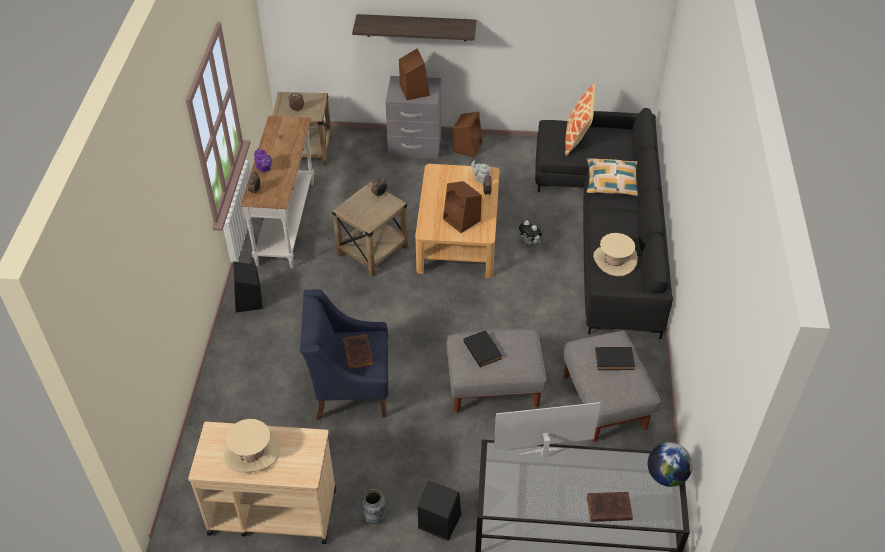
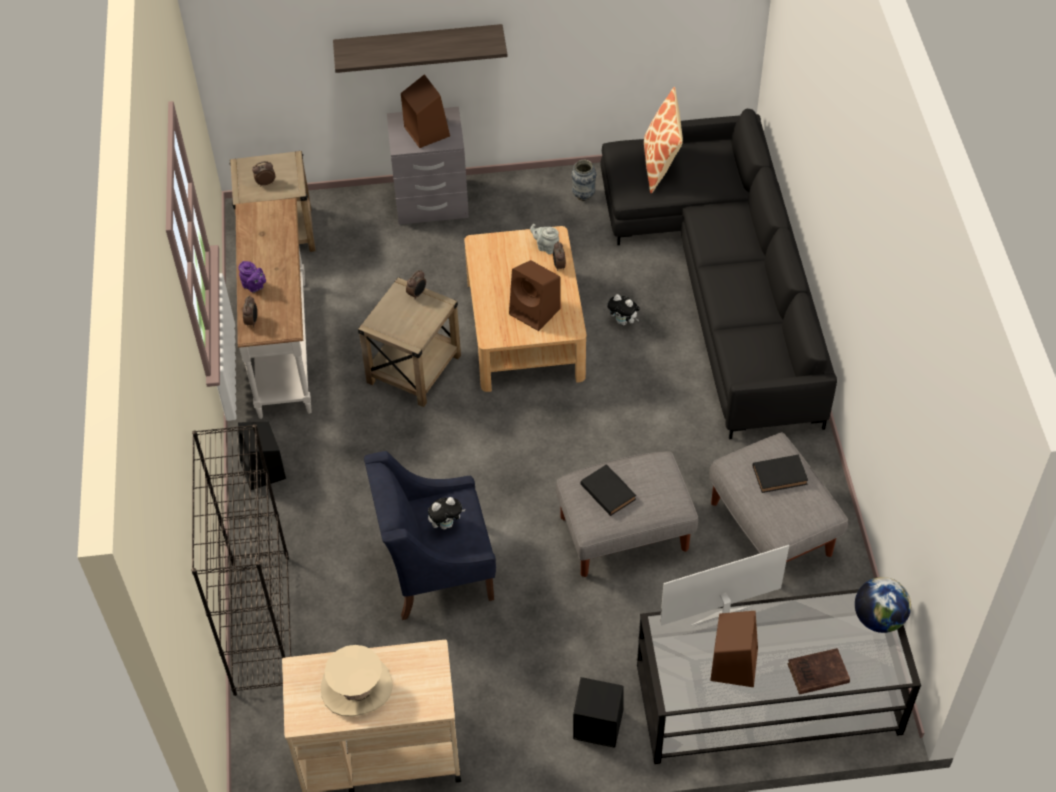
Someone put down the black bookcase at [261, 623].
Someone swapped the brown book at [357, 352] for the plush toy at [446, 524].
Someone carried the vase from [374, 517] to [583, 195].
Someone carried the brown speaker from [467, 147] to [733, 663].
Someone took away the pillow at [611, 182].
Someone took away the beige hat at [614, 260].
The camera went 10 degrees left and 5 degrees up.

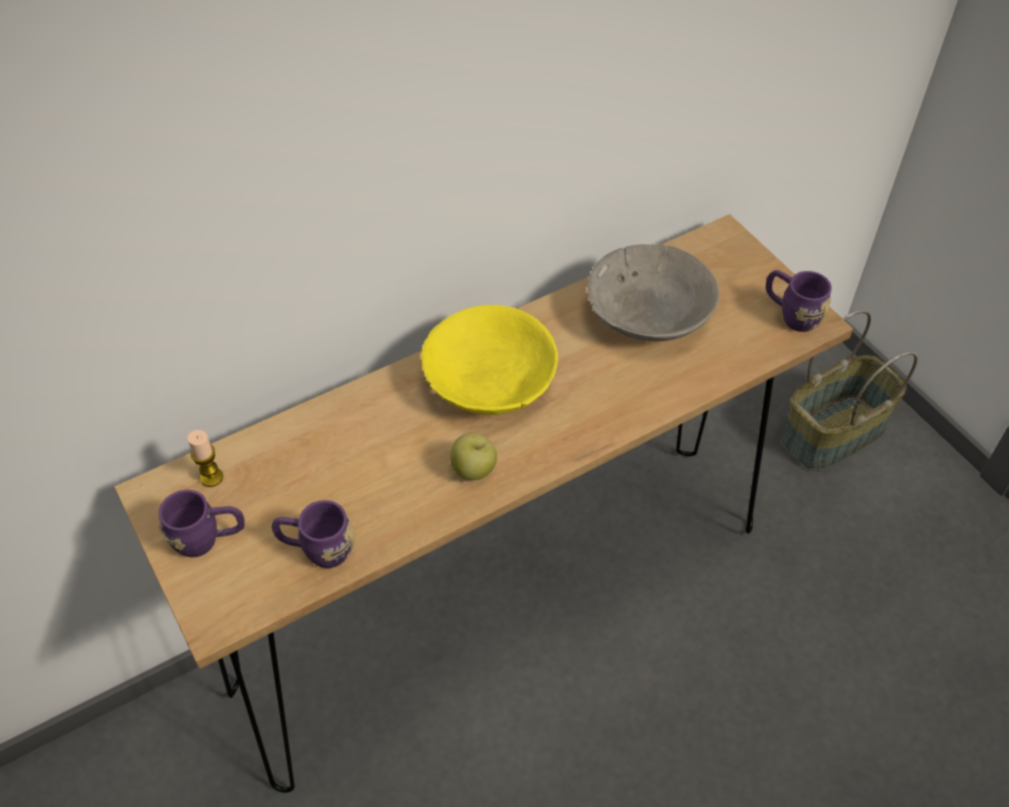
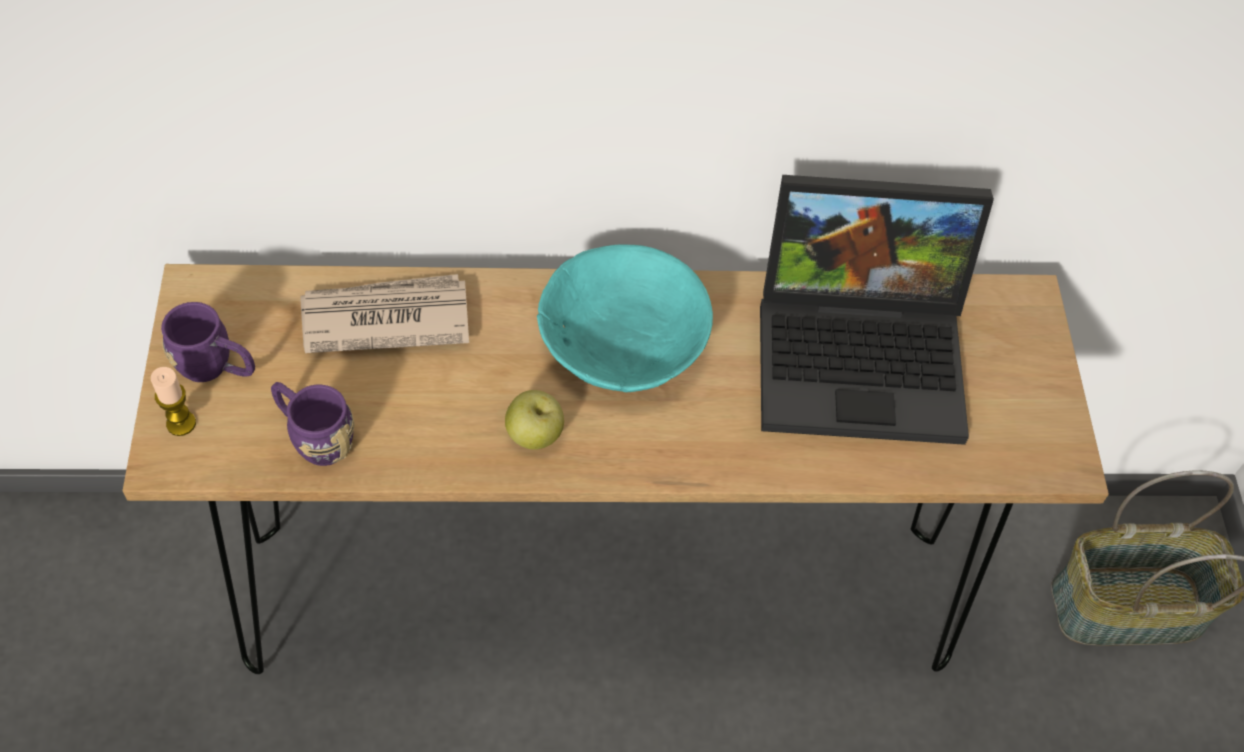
Someone carried the candle from [211, 477] to [181, 423].
Someone put down the newspaper at [384, 318].
Someone repainted the yellow bowl at [489, 380], which became the turquoise bowl at [623, 341].
Someone swapped the grey bowl at [650, 314] for the laptop at [864, 353].
Someone took away the purple mug at [791, 314].
The camera went 25 degrees right and 5 degrees up.

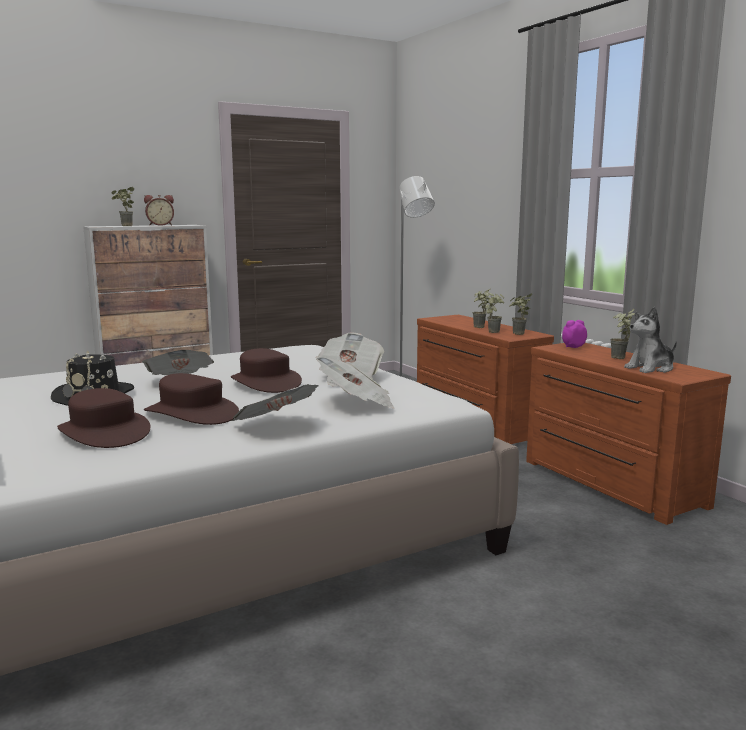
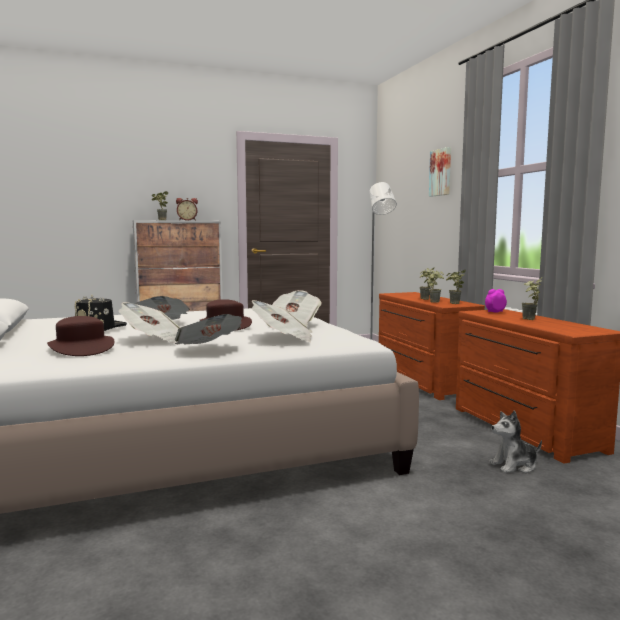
Someone swapped the brown hat at [192, 413] for the newspaper at [154, 340].
Someone put up the picture at [441, 172].
Someone carried the plush toy from [650, 368] to [514, 465].
The camera went 10 degrees right and 5 degrees down.

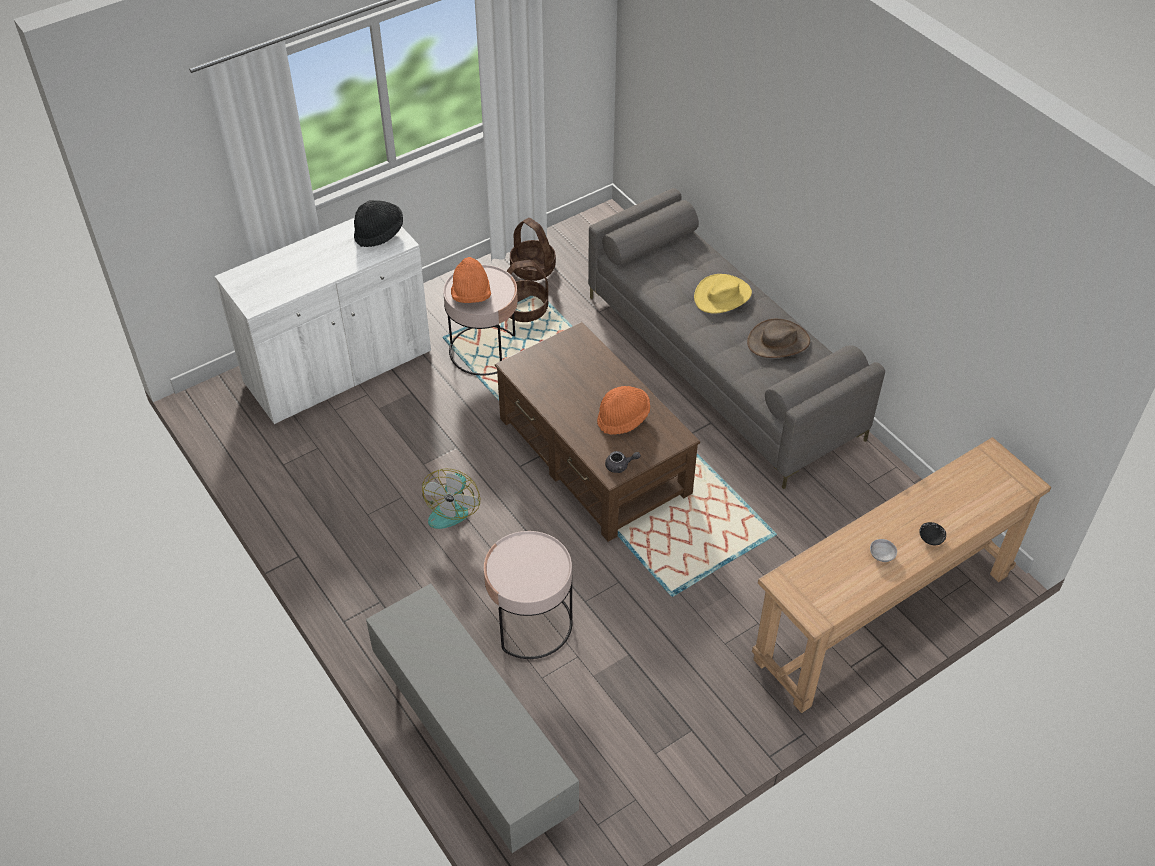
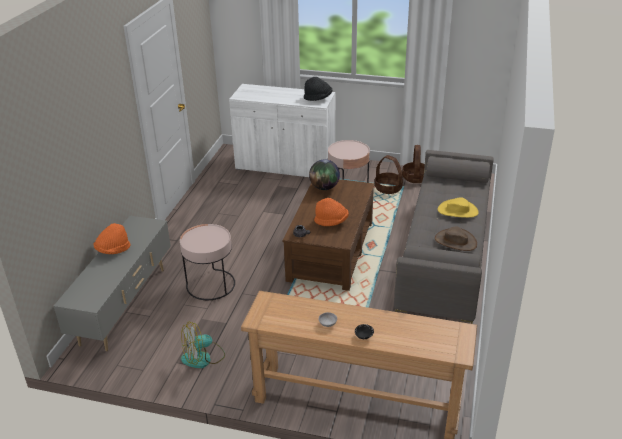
Someone carried the orange hat from [471, 296] to [113, 250].
Someone carried the fan from [452, 507] to [203, 358].
Someone put down the globe at [324, 188].
The camera went 50 degrees right and 15 degrees down.

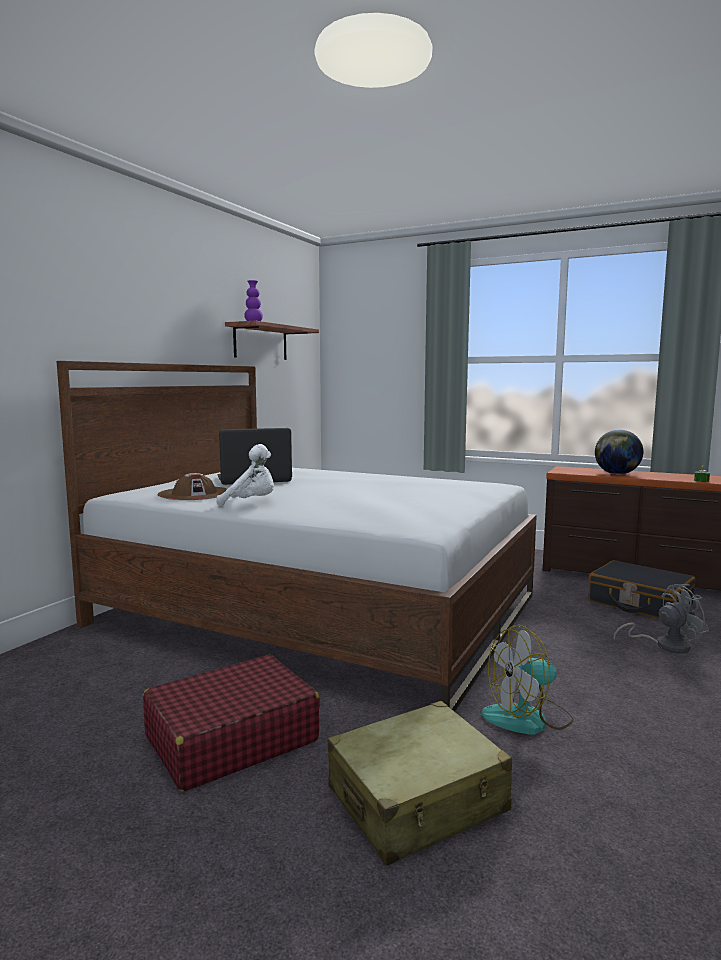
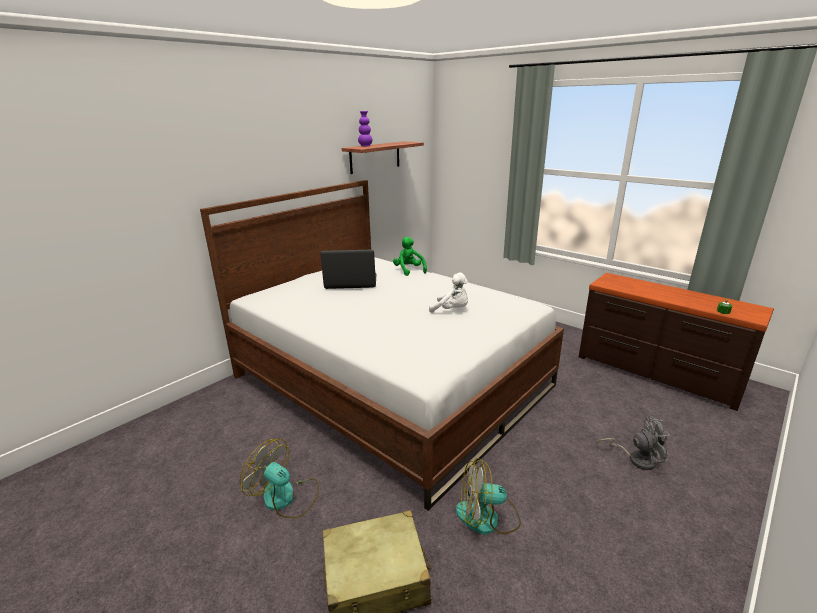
Someone swapped the red suitcase at [231, 739] for the fan at [286, 498].
Someone put down the green plush toy at [409, 270].
Someone carried the white plush toy from [251, 503] to [452, 310].
Someone took away the brown hat at [194, 494].
Someone took away the black suitcase at [639, 603].
Someone took away the globe at [616, 474].
The camera went 15 degrees right and 15 degrees up.

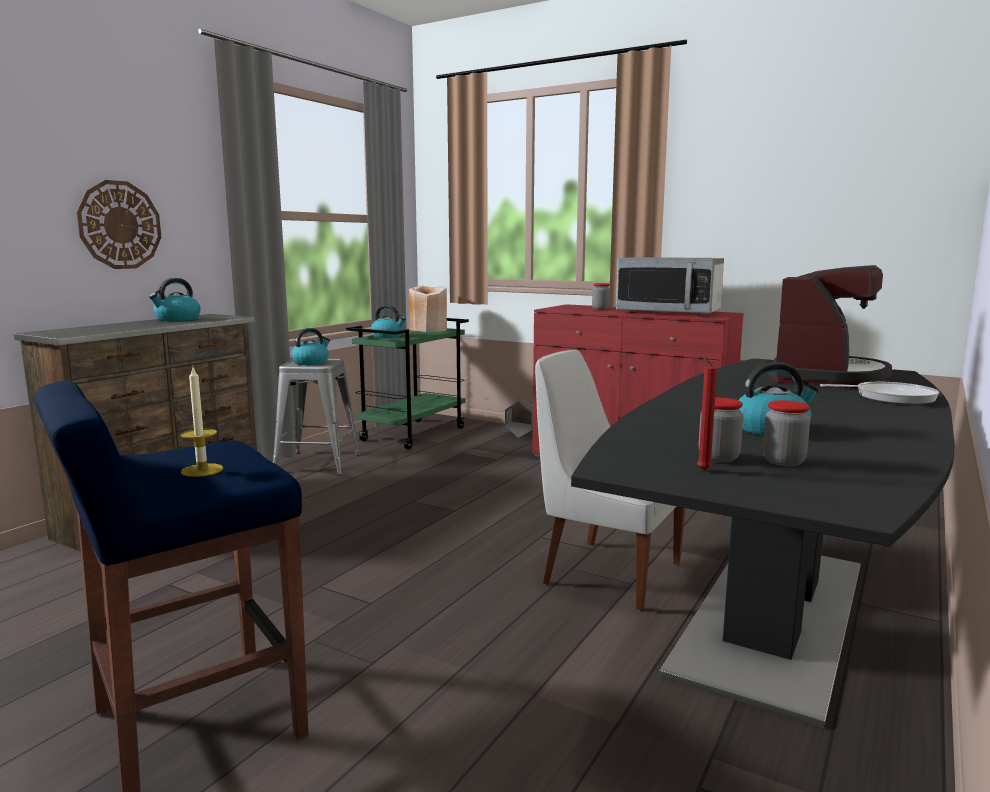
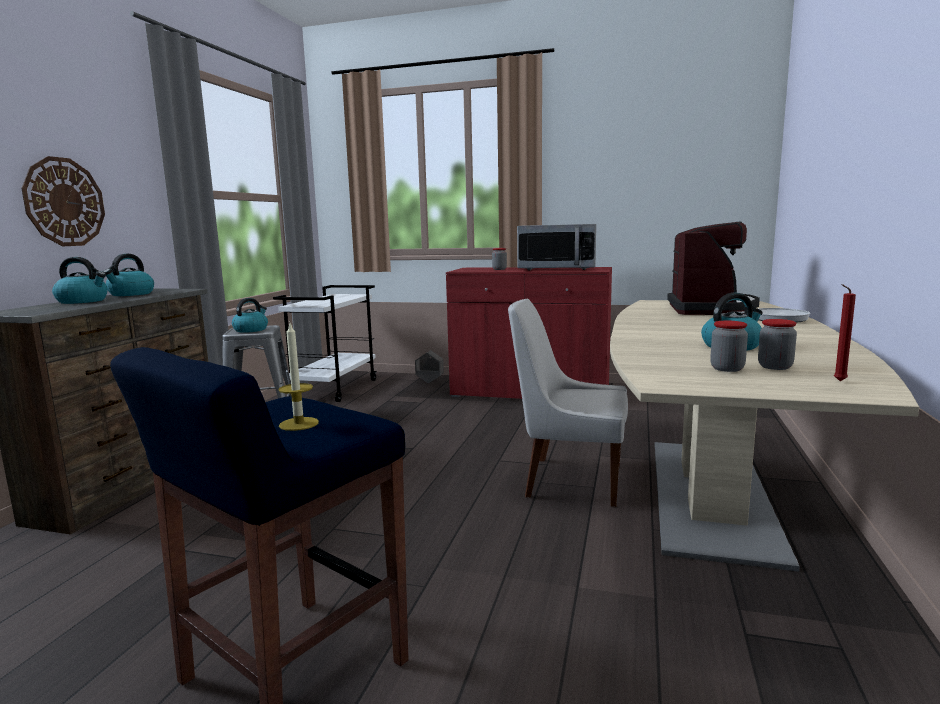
Someone carried the kettle from [388, 336] to [83, 301].
Someone repainted the green cart at [413, 434], which became the white cart at [334, 389].
Someone repainted the black dining table at [774, 614], which became the beige dining table at [710, 494].
Someone carried the red candle from [701, 470] to [838, 381].
Someone took away the beige vase at [428, 330].
The camera went 15 degrees left and 0 degrees up.

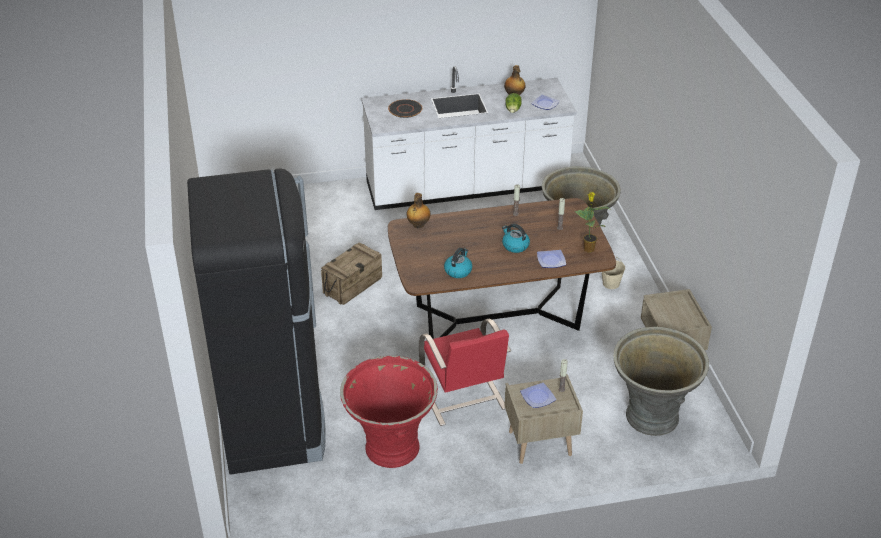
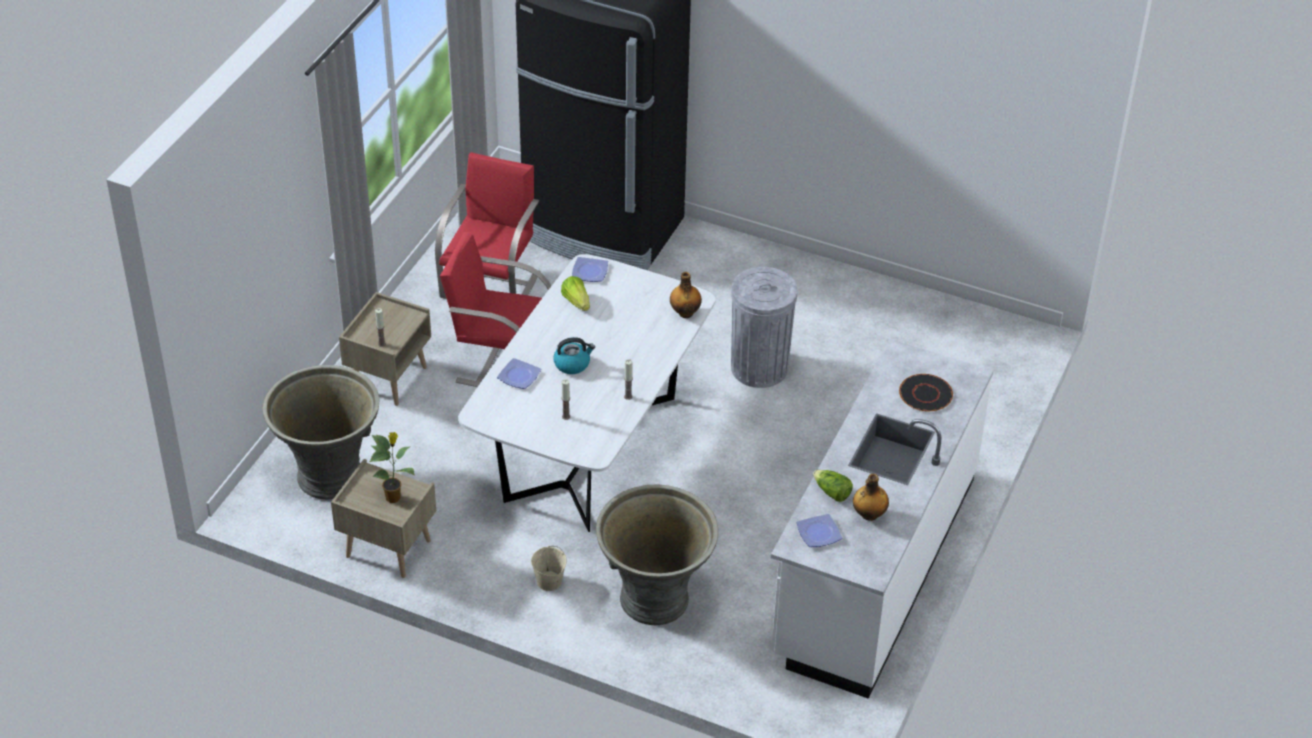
Someone carried the potted plant from [588, 248] to [394, 497].
Someone swapped the red planter at [391, 448] for the red chair at [491, 284].
Someone repainted the brown dining table at [496, 318], which became the white dining table at [591, 449].
Someone swapped the kettle at [458, 271] for the lettuce at [576, 302].
Someone carried the plate from [537, 397] to [590, 271].
Someone swapped the crate at [352, 285] for the grey trash can at [759, 368].
The camera went 125 degrees right and 5 degrees up.

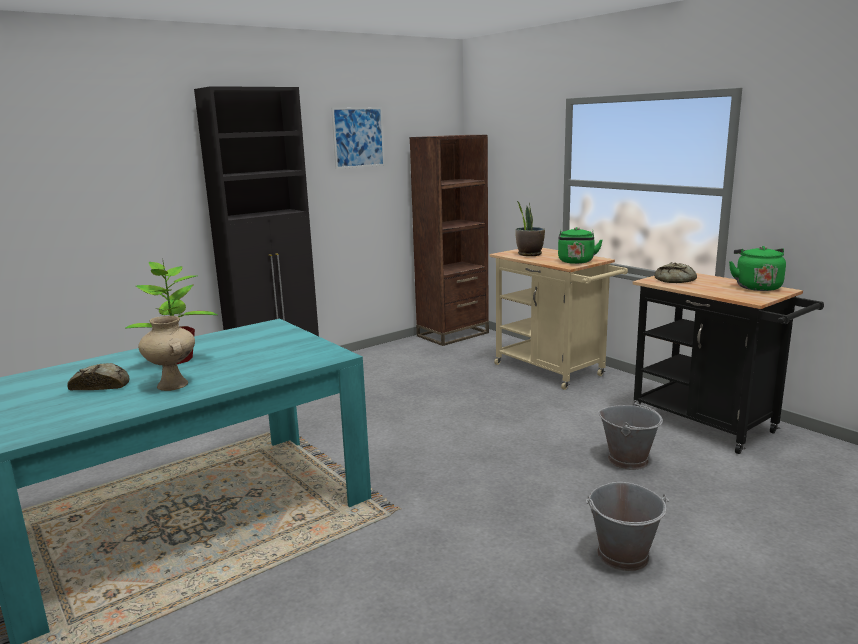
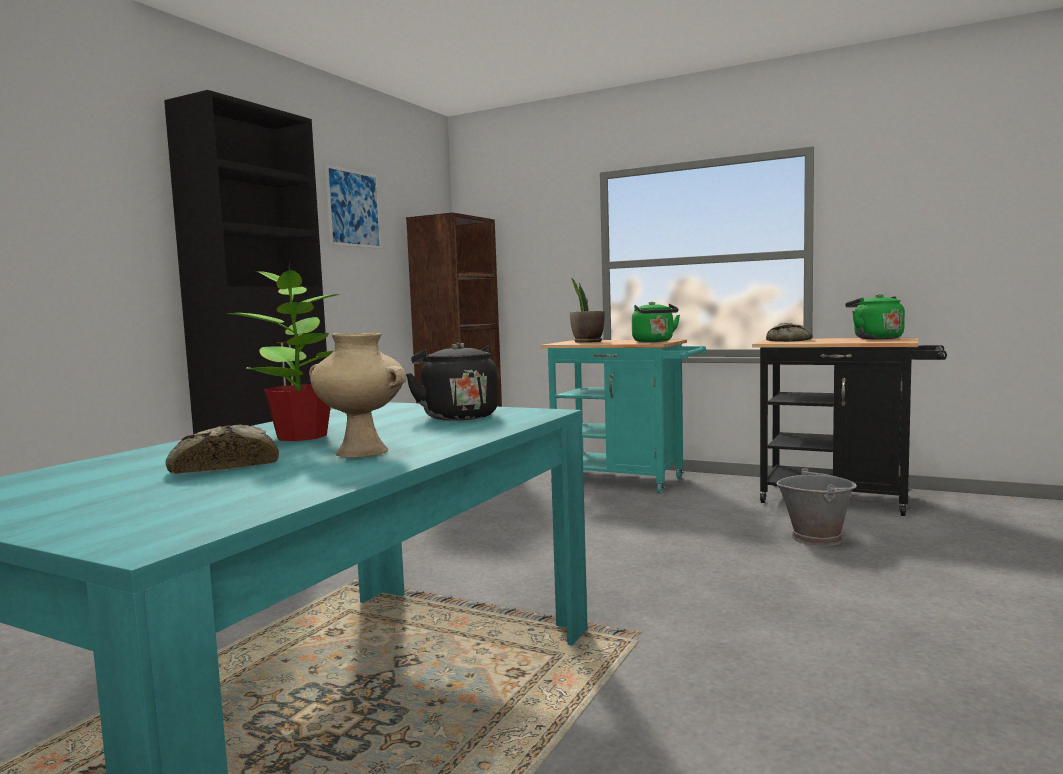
Someone put down the black kettle at [457, 416].
Someone repainted the beige cart at [554, 371], which became the turquoise cart at [626, 481].
Someone took away the grey bucket at [624, 555].
The camera went 25 degrees left and 10 degrees down.

